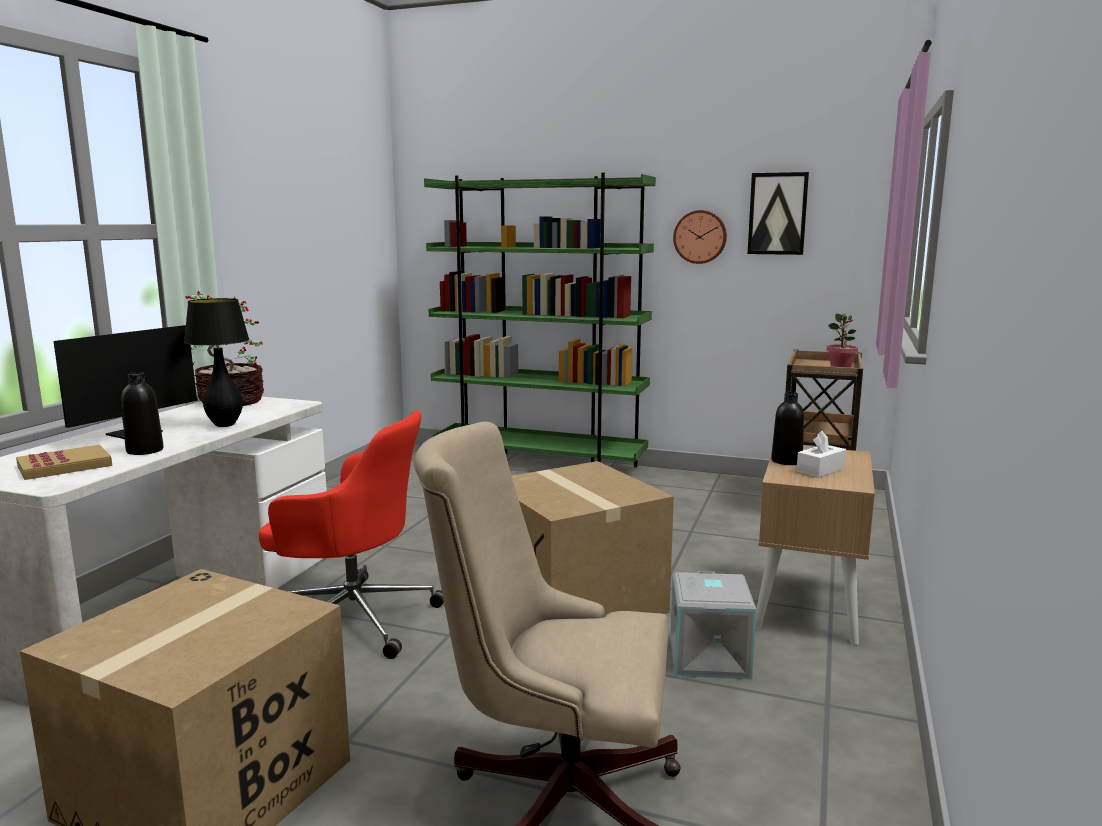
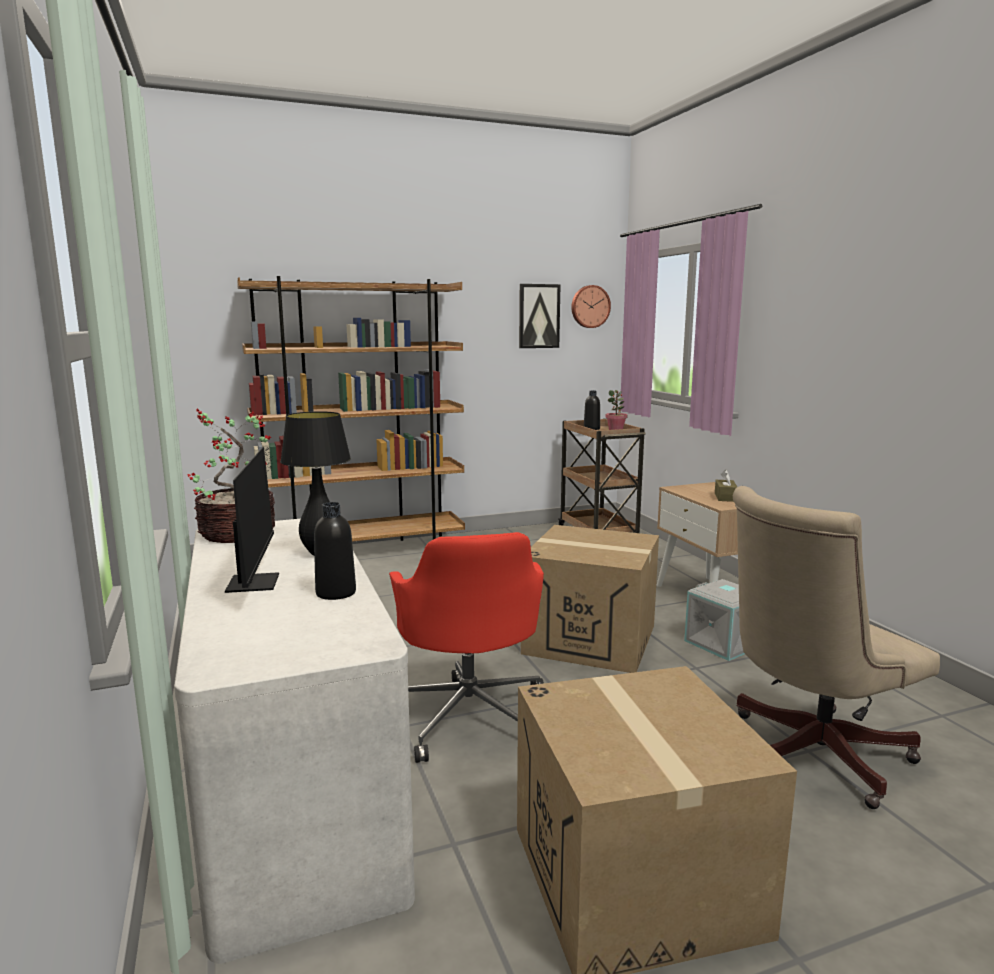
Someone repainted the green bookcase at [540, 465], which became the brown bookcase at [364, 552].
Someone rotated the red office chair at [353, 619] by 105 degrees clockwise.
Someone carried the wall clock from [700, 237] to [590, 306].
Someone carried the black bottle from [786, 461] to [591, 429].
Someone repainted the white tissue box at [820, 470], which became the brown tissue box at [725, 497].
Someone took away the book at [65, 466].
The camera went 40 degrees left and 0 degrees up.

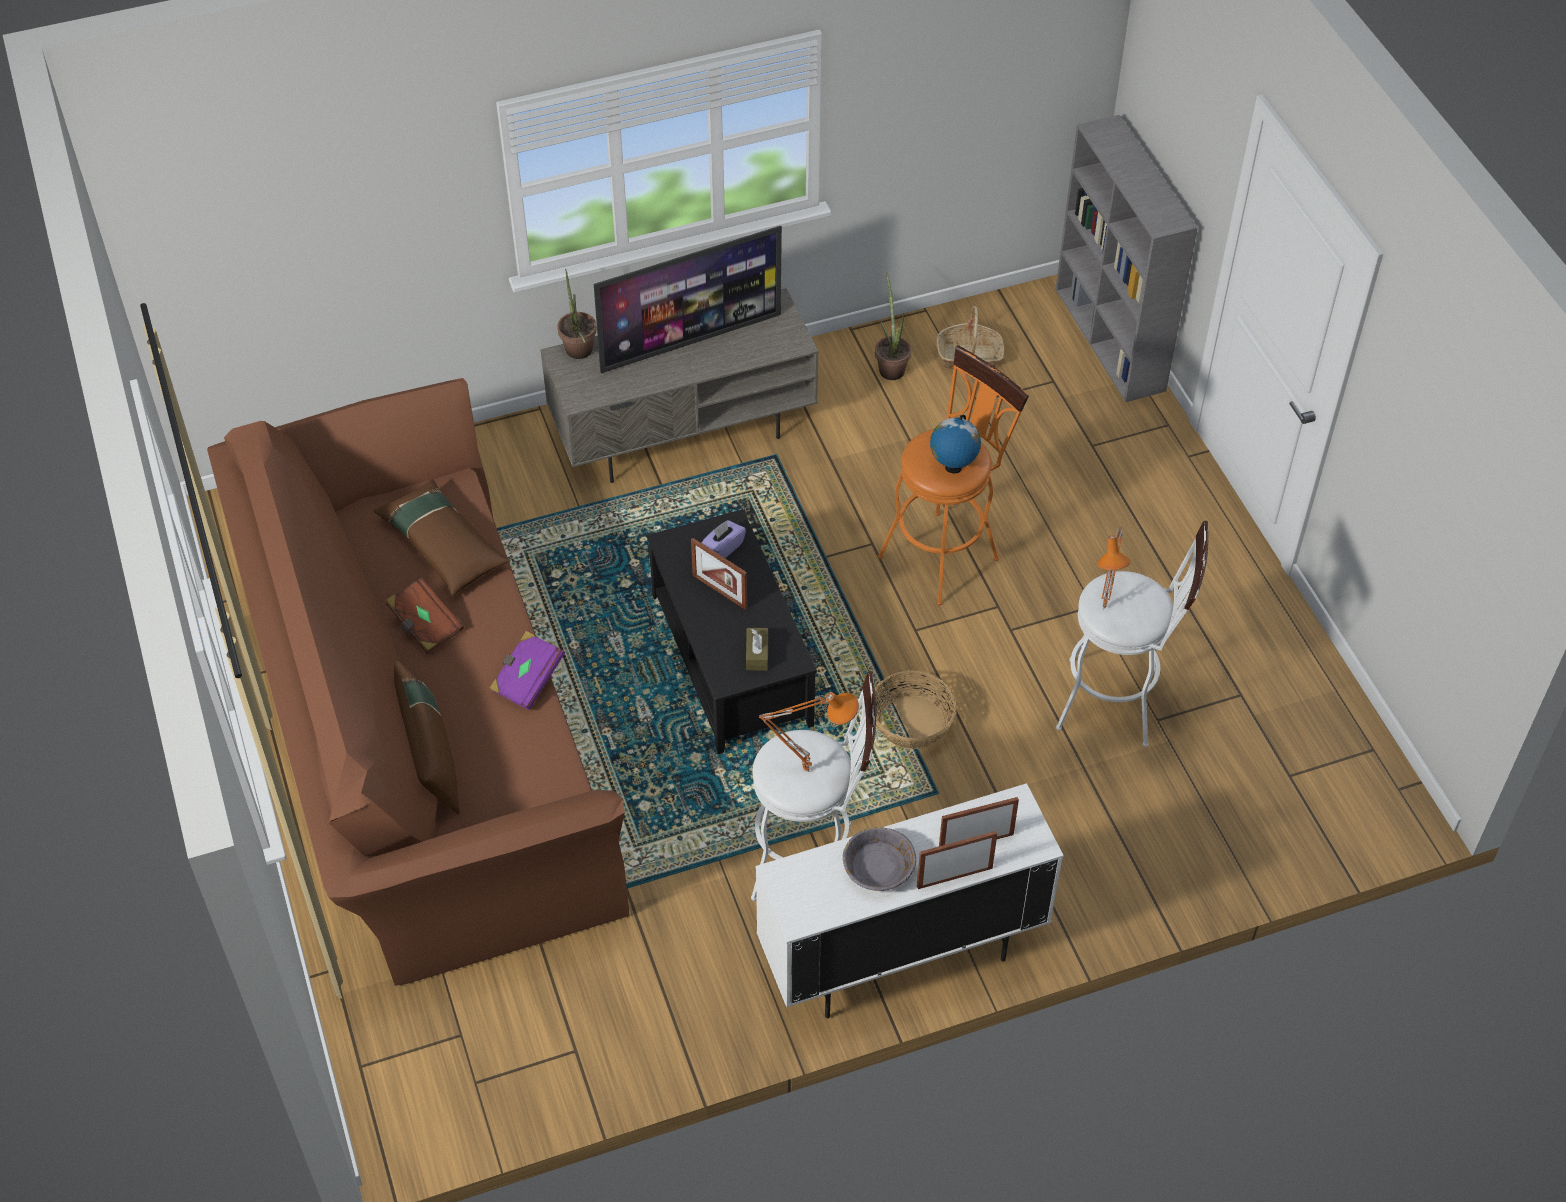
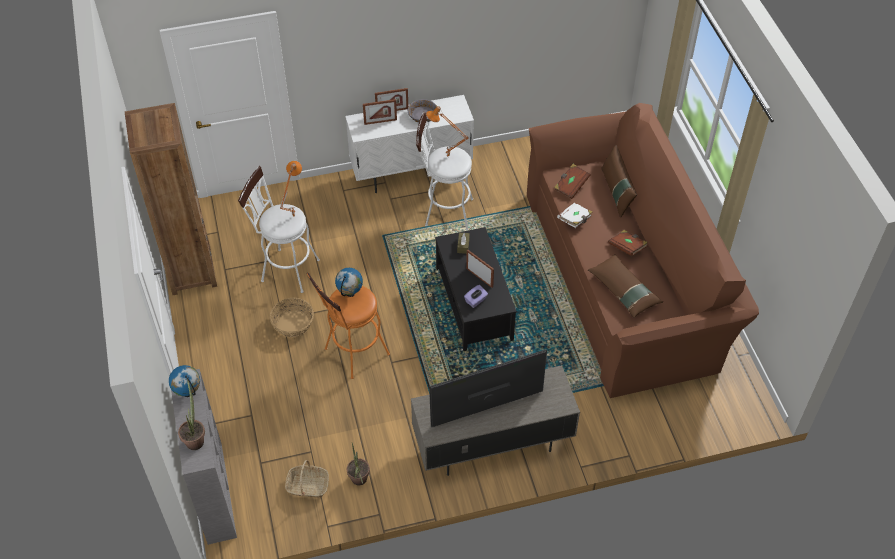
Someone put down the brown bookcase at [191, 271].
Someone put down the globe at [188, 393].
Someone carried the potted plant from [579, 354] to [195, 438].
Someone carried the basket from [912, 723] to [293, 324].
Someone put down the brown book at [571, 186].
Someone repainted the purple book at [527, 679], which became the white book at [574, 220].
The camera went 175 degrees left and 0 degrees up.

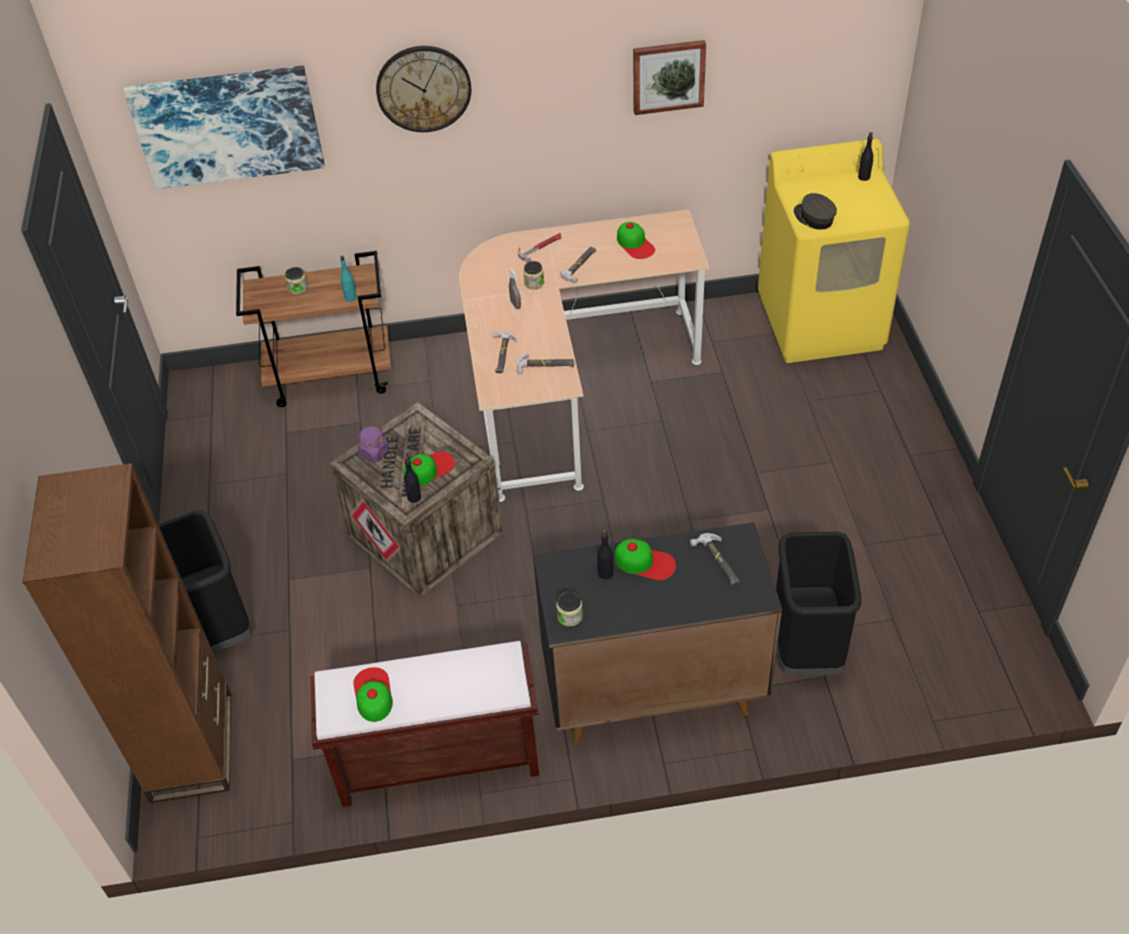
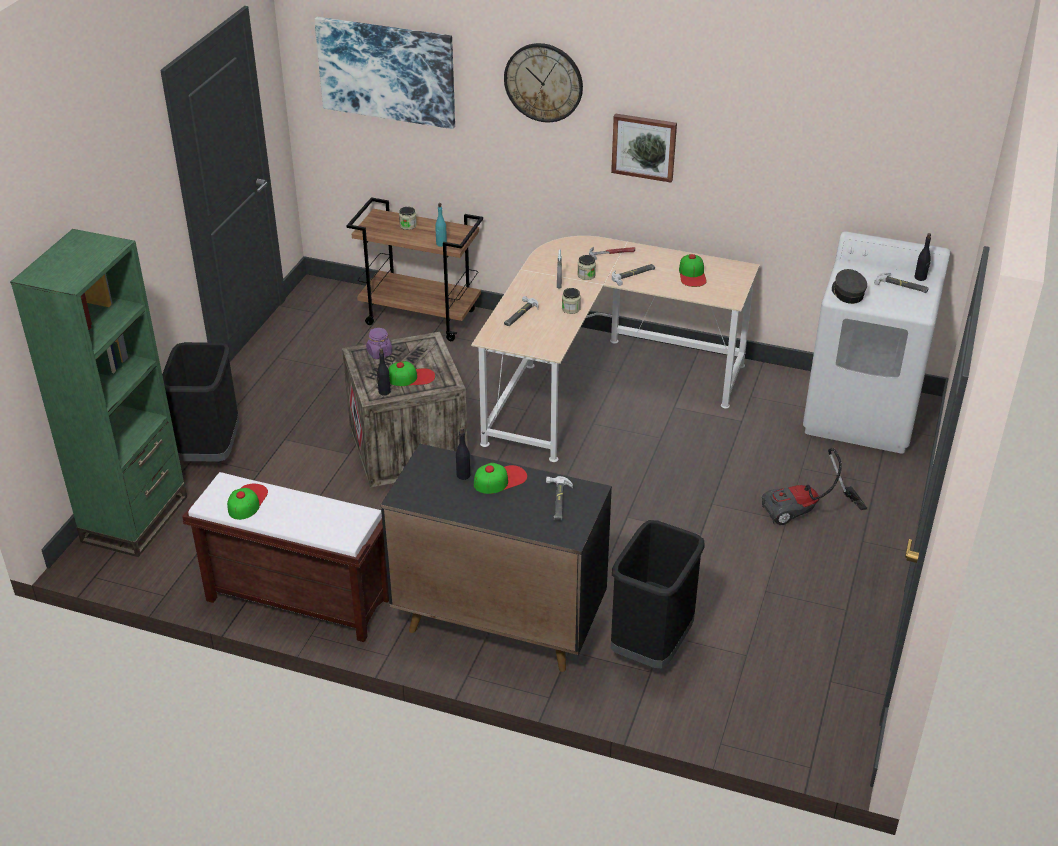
Someone repainted the brown bookcase at [192, 747], which became the green bookcase at [135, 519].
Someone rotated the cap at [644, 562] by 75 degrees counterclockwise.
Someone carried the jar from [570, 616] to [571, 309].
Someone carried the picture from [668, 76] to [644, 146].
Someone put down the vacuum cleaner at [805, 512].
Someone repainted the yellow washing machine at [821, 322], which became the white washing machine at [862, 414].
Someone carried the hammer from [545, 366] to [901, 286].
The camera went 25 degrees right and 10 degrees down.

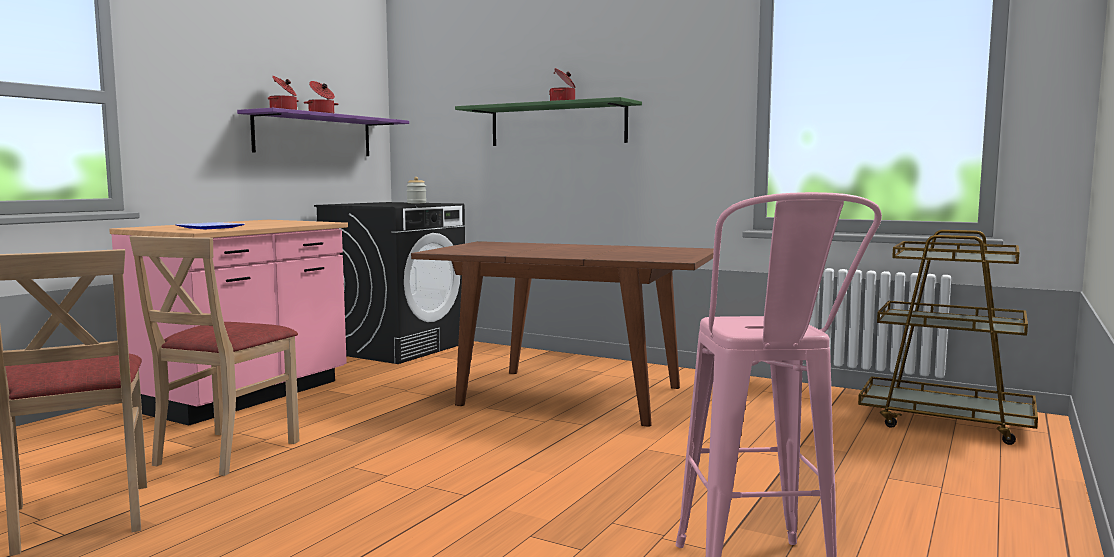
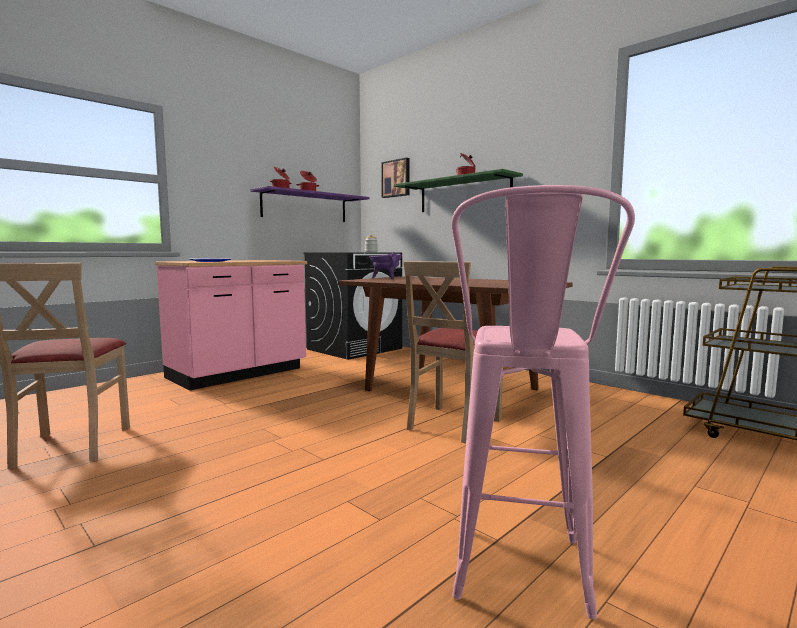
Someone put down the purple cooking pot at [385, 278].
Someone put up the picture at [396, 178].
Someone carried the beige chair from [225, 452] to [452, 424].
The camera went 15 degrees right and 0 degrees up.

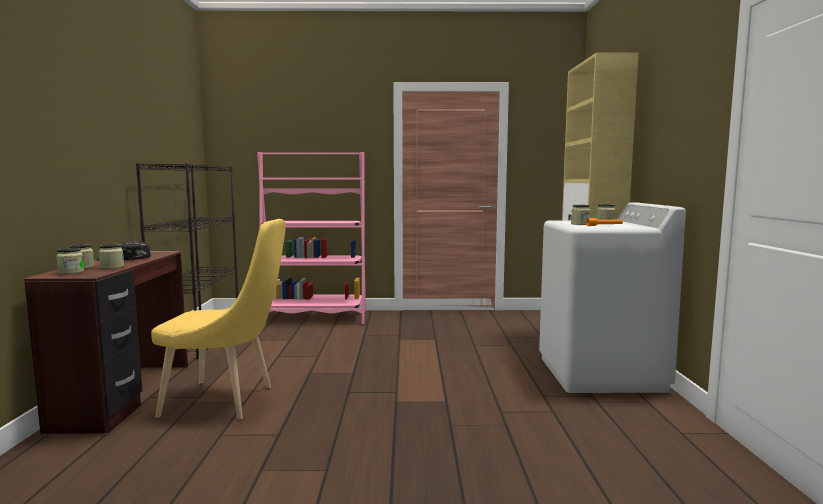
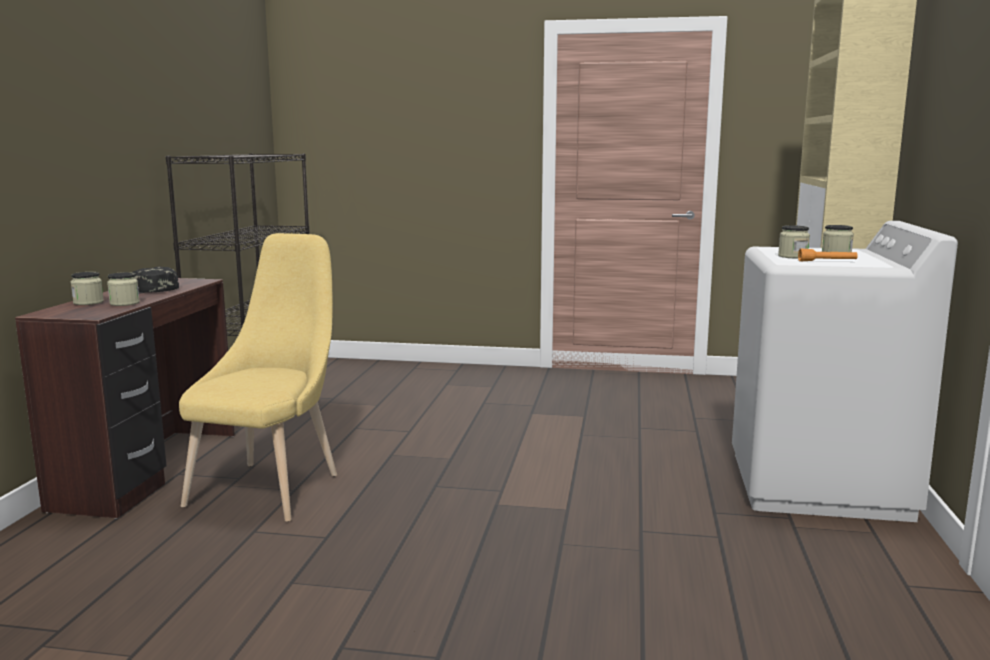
Someone rotated the yellow chair at [226, 401] by 90 degrees counterclockwise.
Someone took away the jar at [71, 272].
Someone took away the pink bookcase at [315, 318].
The camera went 10 degrees right and 5 degrees up.

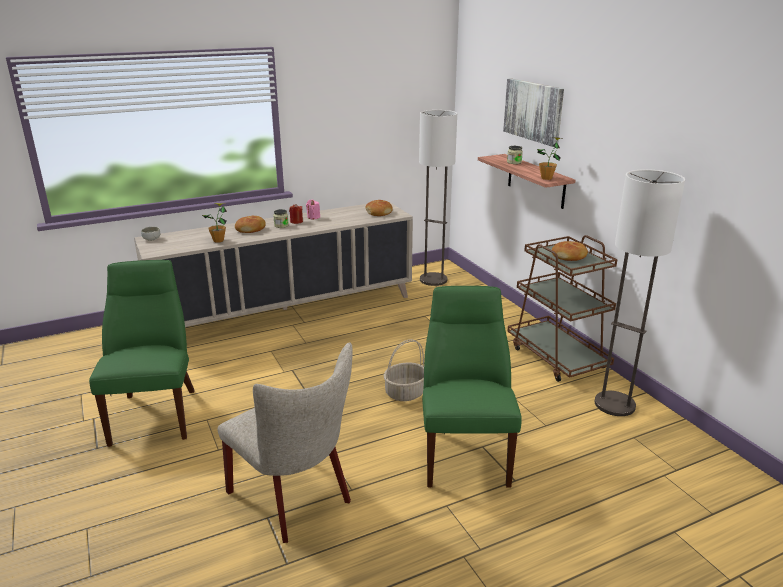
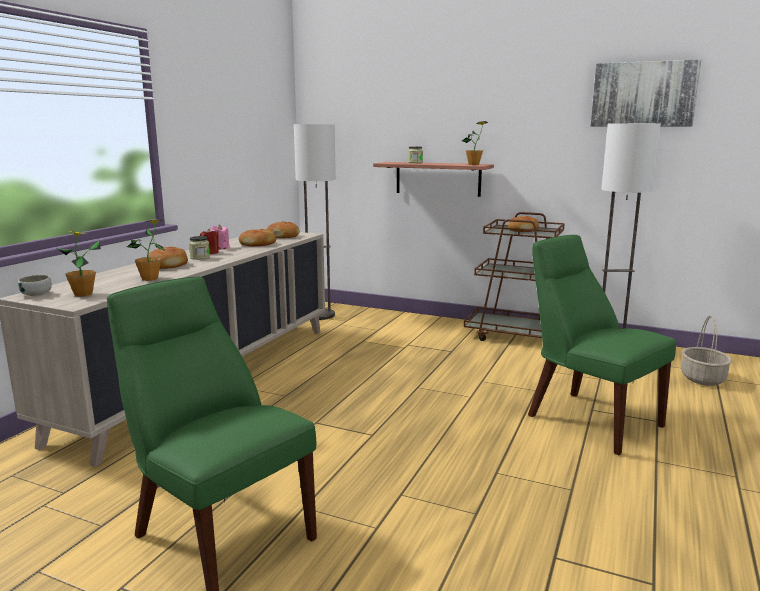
Someone put down the potted plant at [83, 294].
Someone put down the bread at [258, 244].
Someone carried the picture from [533, 111] to [643, 94].
Someone carried the basket from [405, 392] to [702, 378].
Someone took away the beige chair at [295, 499].
The camera went 40 degrees left and 10 degrees down.

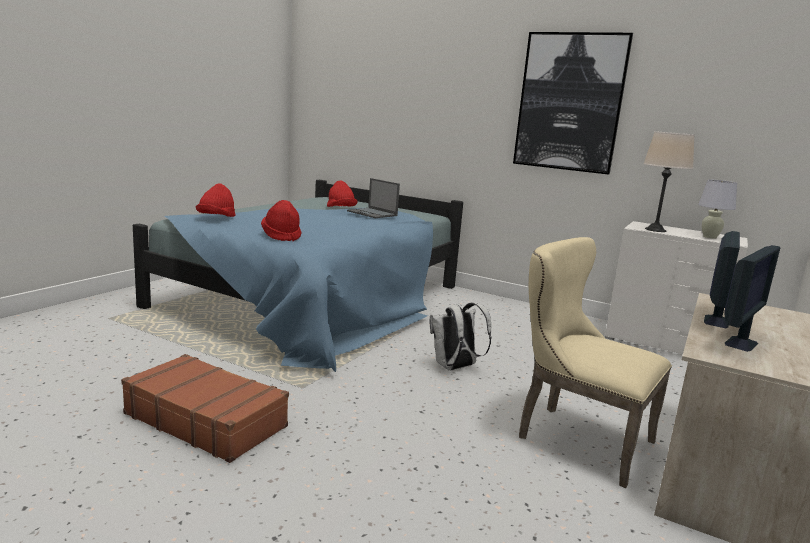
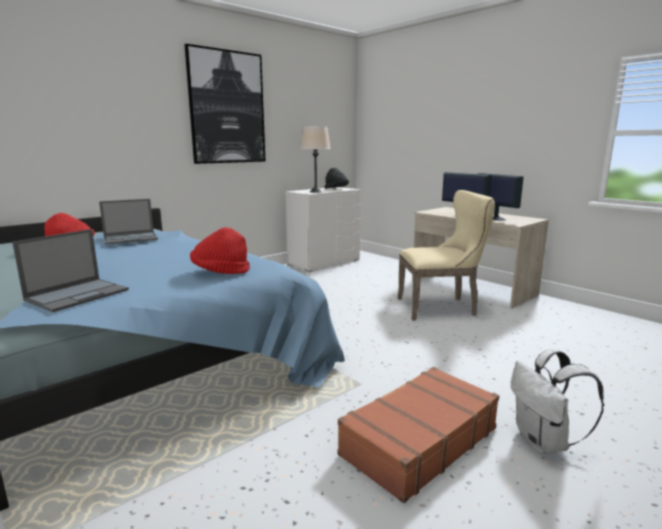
Someone swapped the red hat at [216, 218] for the laptop at [78, 294].
Someone swapped the white table lamp at [709, 237] for the black hat at [336, 189].
Someone rotated the beige chair at [576, 438] by 150 degrees counterclockwise.
Someone carried the white backpack from [455, 367] to [544, 442].
The camera went 70 degrees left and 0 degrees up.

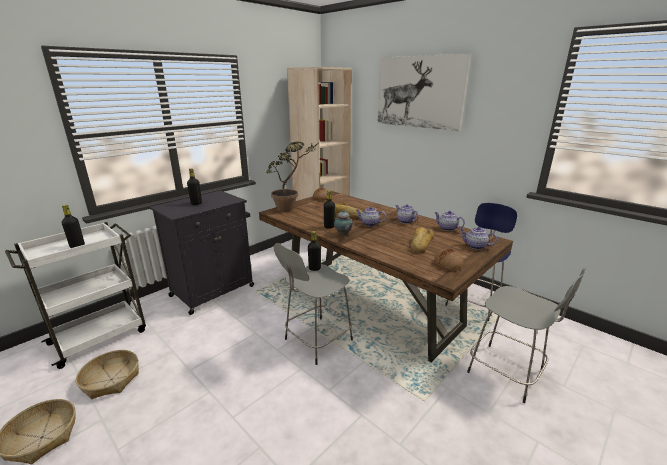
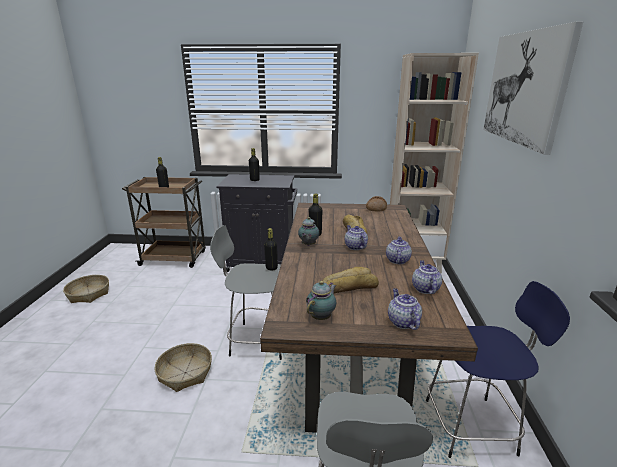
Someone repainted the white cart at [101, 336], which became the brown cart at [174, 258].
Someone carried the basket from [111, 379] to [185, 373].
Someone swapped the bread at [448, 264] for the teapot at [322, 317].
Someone took away the potted plant at [291, 208].
The camera went 50 degrees right and 0 degrees up.

